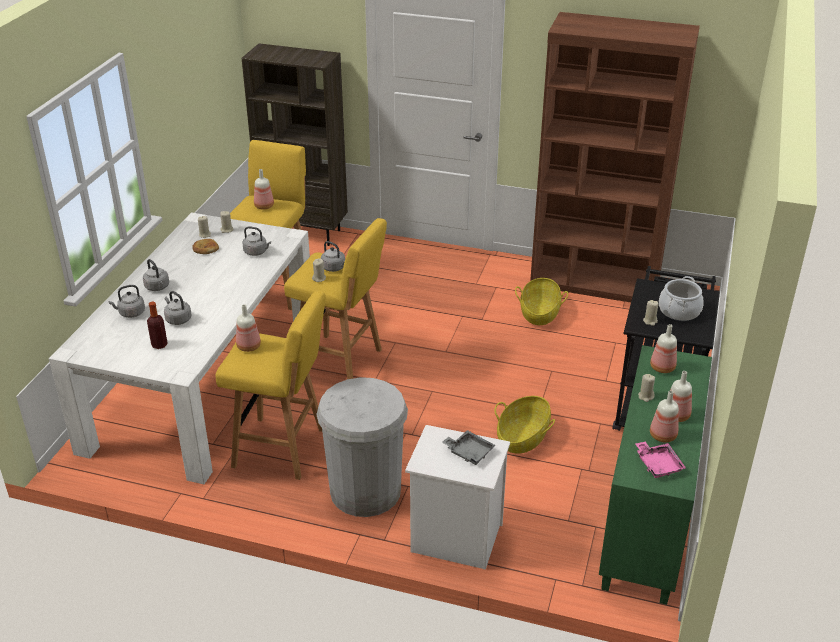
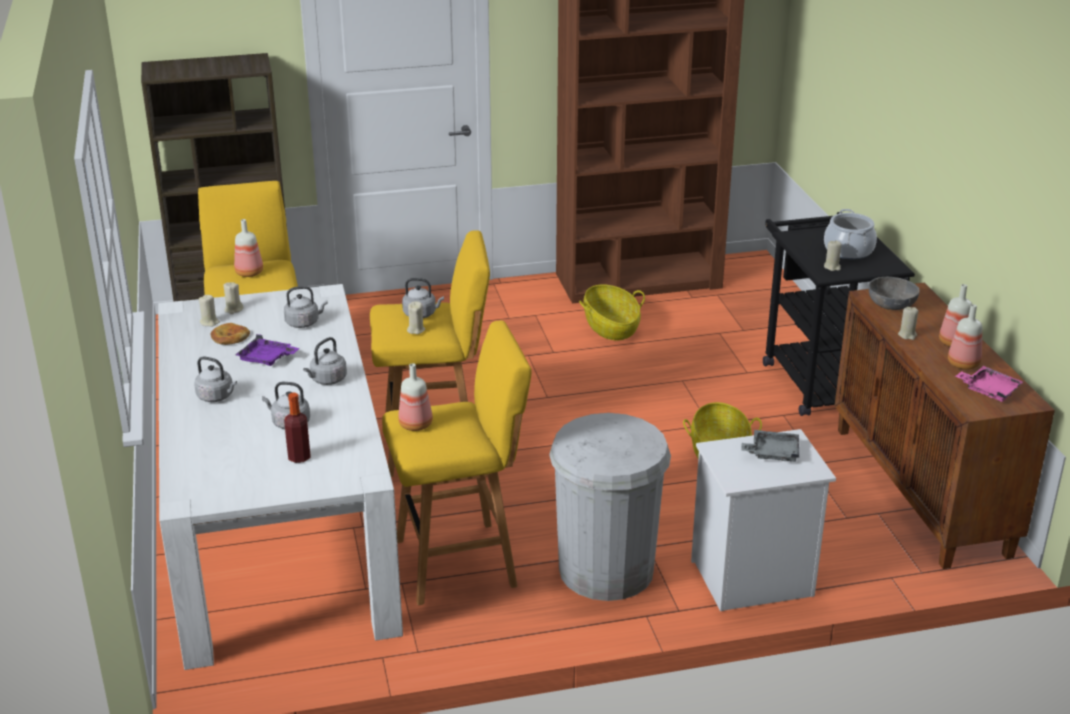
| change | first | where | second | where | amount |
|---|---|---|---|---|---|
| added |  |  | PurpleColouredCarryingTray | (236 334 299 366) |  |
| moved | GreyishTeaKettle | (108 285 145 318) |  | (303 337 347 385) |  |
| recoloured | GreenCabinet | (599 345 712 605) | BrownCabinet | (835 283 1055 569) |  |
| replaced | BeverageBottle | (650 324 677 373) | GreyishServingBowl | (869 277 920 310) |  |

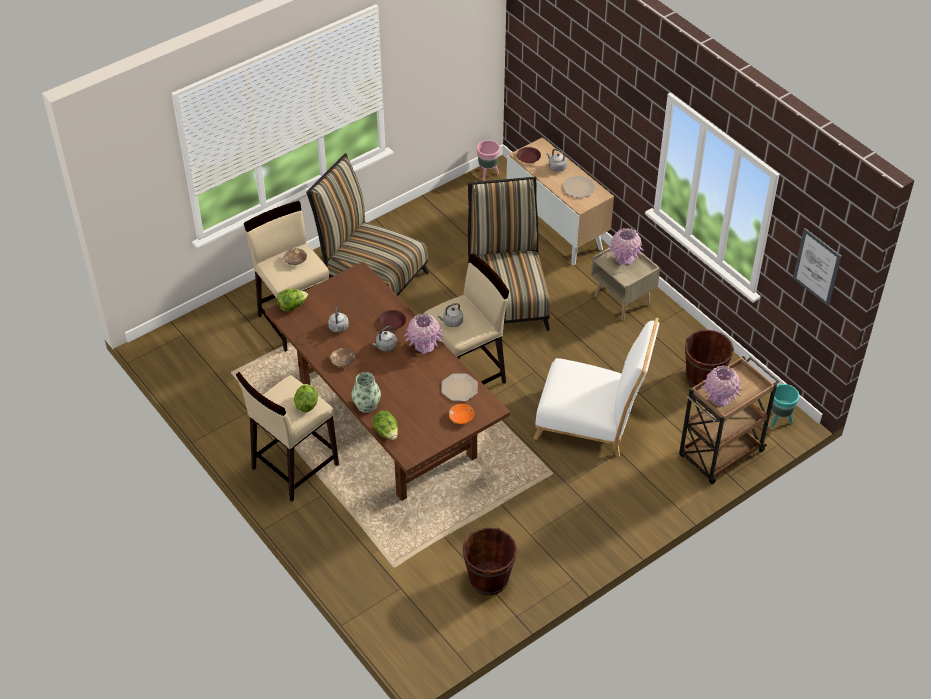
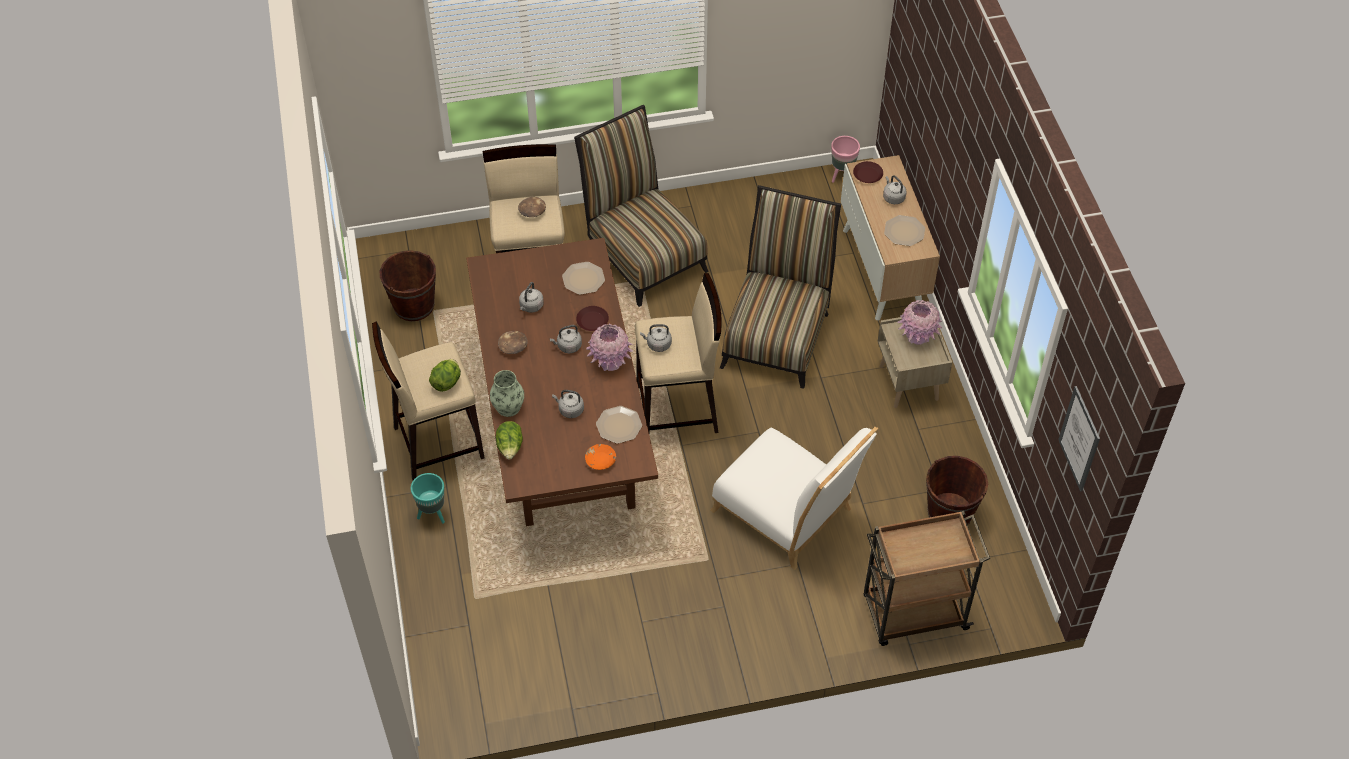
| change | first | where | second | where | amount |
|---|---|---|---|---|---|
| moved | BrownWaterBucket | (462 528 517 595) |  | (380 250 436 321) |  |
| moved | BlueGreenFlowerPot | (771 384 799 428) |  | (411 473 445 524) |  |
| added |  |  | GreyishTeaKettle | (552 390 584 418) |  |
| added |  |  | Plate | (562 262 605 295) |  |
| removed | Lettuce | (277 289 308 311) |  |  |  |
| removed | PinkVase | (701 365 742 407) |  |  |  |

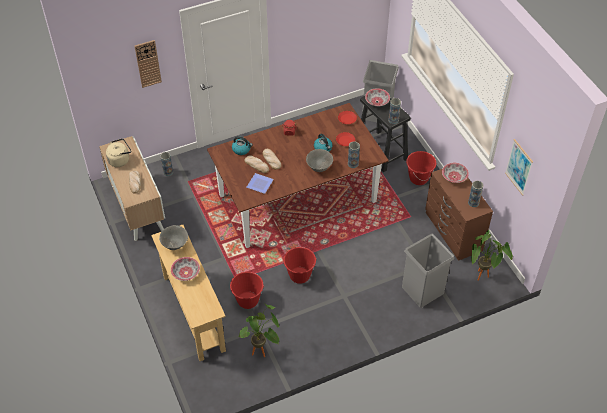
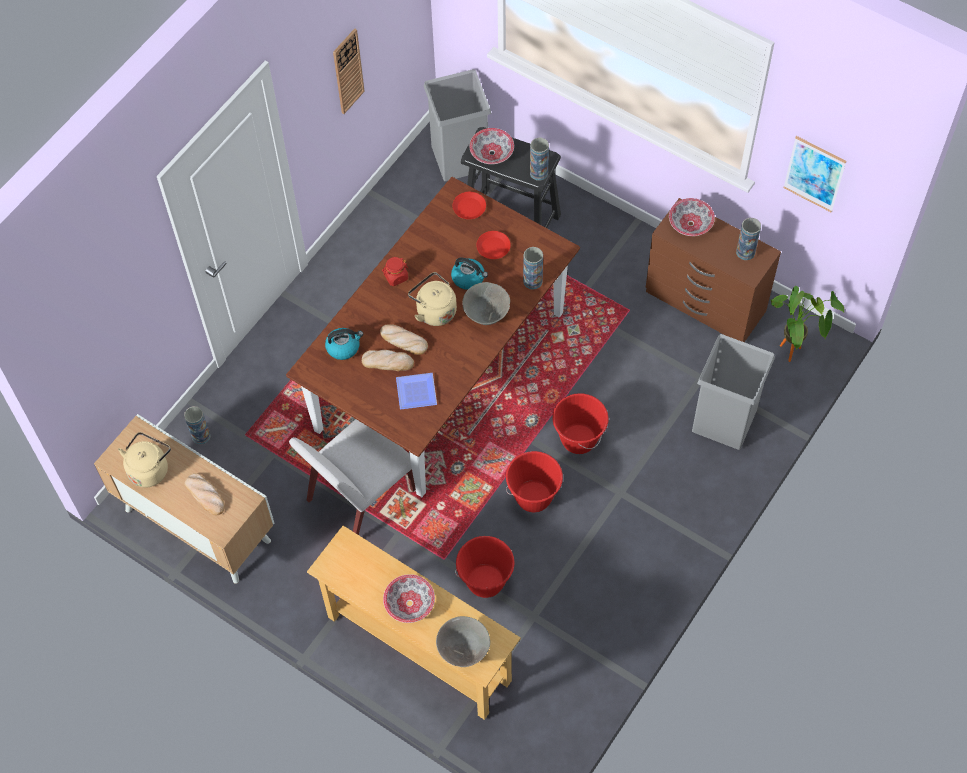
| change | first | where | second | where | amount |
|---|---|---|---|---|---|
| added |  |  | WhiteColouredChair | (289 419 416 535) |  |
| moved | ClockOnTheWall | (135 40 162 88) |  | (333 28 365 114) |  |
| added |  |  | SandColouredTeaKettle | (408 272 457 326) |  |
| moved | GreyishServingBowl | (159 225 188 250) |  | (436 616 490 667) |  |
| moved | ReddishWaterBucket | (406 151 436 185) |  | (552 393 609 454) |  |
| removed | PlantInAPot | (239 303 279 357) |  |  |  |

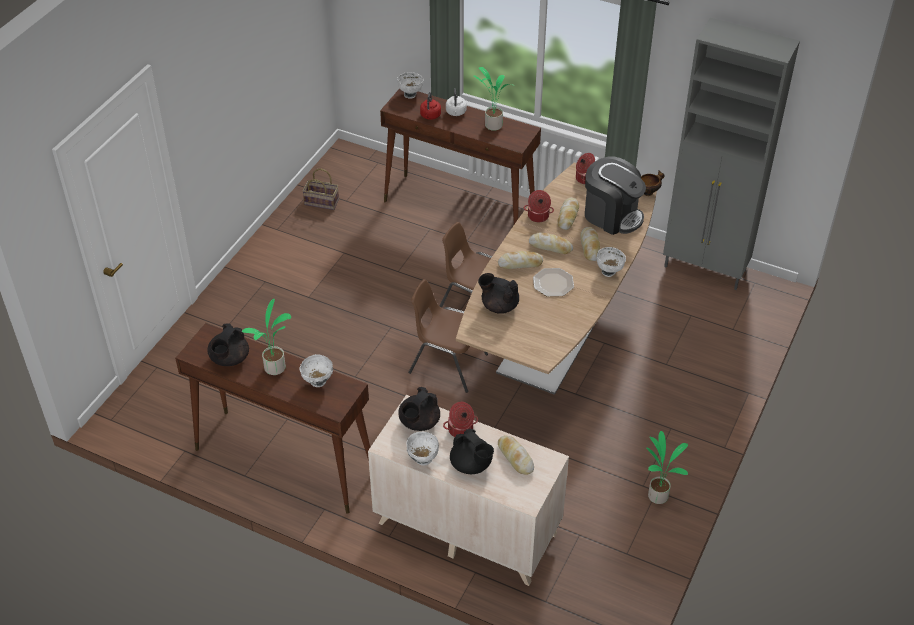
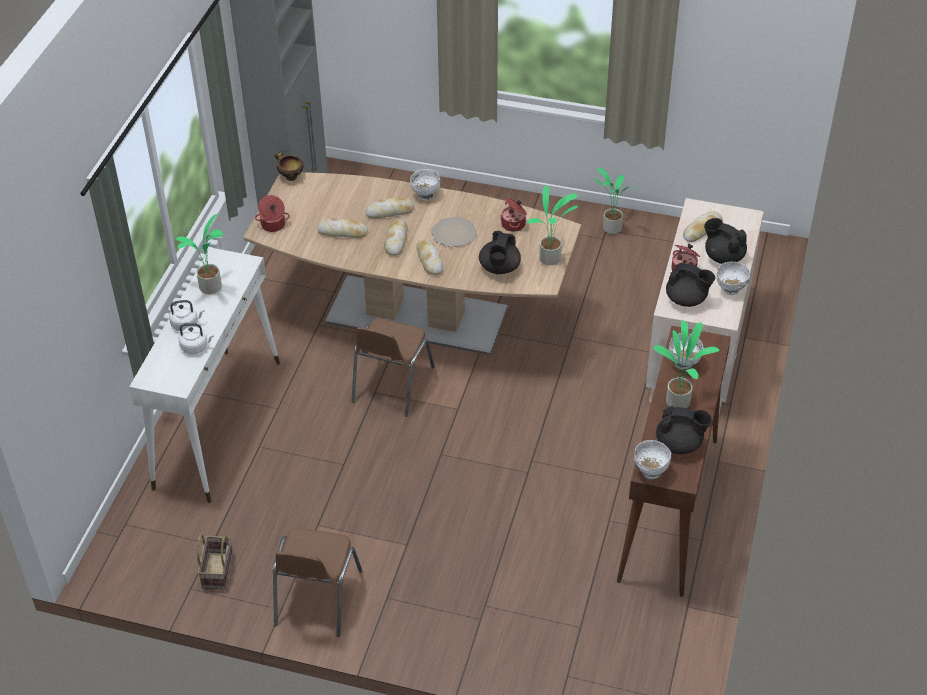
| change | first | where | second | where | amount |
|---|---|---|---|---|---|
| recoloured | BrownHallTable | (380 88 541 224) | WhiteColouredHallTable | (129 248 280 503) |  |
| recoloured | ReddishTeaKettle | (420 92 441 120) | WhiteColouredTeaKettle | (178 323 214 354) |  |
| moved | BrownChair | (409 279 488 393) |  | (273 528 362 637) |  |
| moved | Stockpot | (524 190 554 222) |  | (500 197 527 232) |  |
| added |  |  | PlantInAPot | (527 185 578 265) |  |
| moved | WhiteColouredServingBowl | (397 72 424 99) |  | (634 440 671 479) |  |
| turned | BlackishTeaPot | (450 429 494 474) |  | (704 218 747 264) | 90 degrees counterclockwise |
| removed | CoffeeBrewer | (585 156 646 235) |  |  |  |

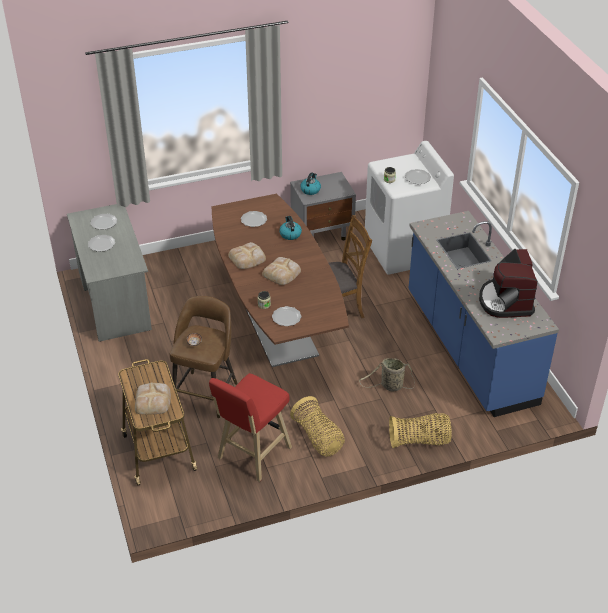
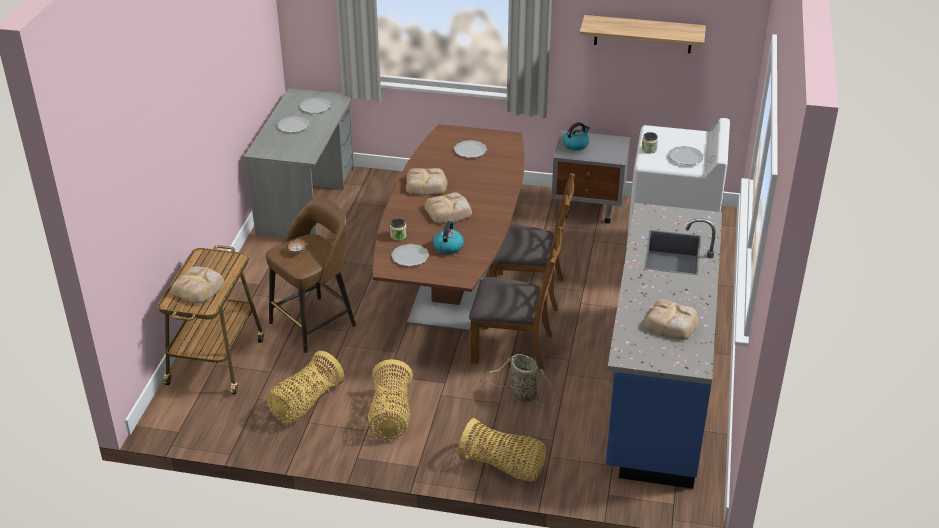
| change | first | where | second | where | amount |
|---|---|---|---|---|---|
| replaced | ReddishStool | (209 373 292 482) | StorageBasket | (267 351 345 423) |  |
| moved | TeaKettle | (279 216 302 240) |  | (433 221 464 254) |  |
| added |  |  | BrownChair | (469 226 563 370) |  |
| added |  |  | BracketShelf | (579 15 706 53) |  |
| replaced | CoffeeBrewer | (479 249 538 318) | Bread | (644 299 698 340) |  |

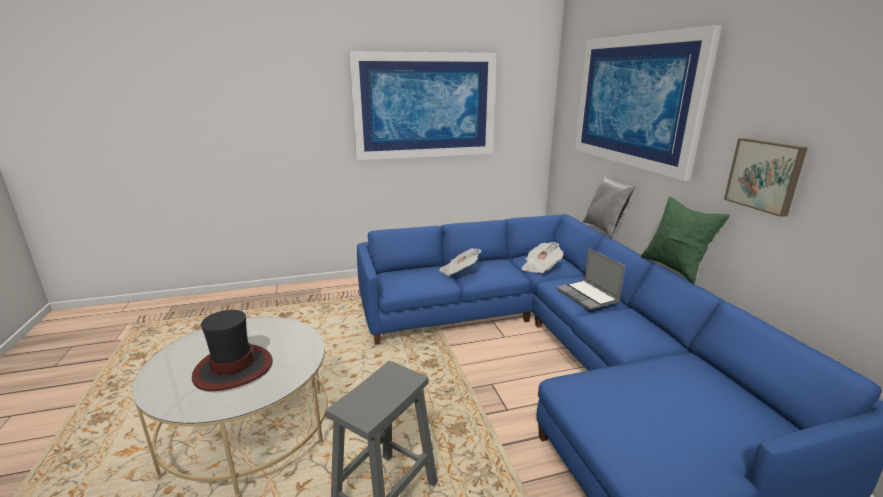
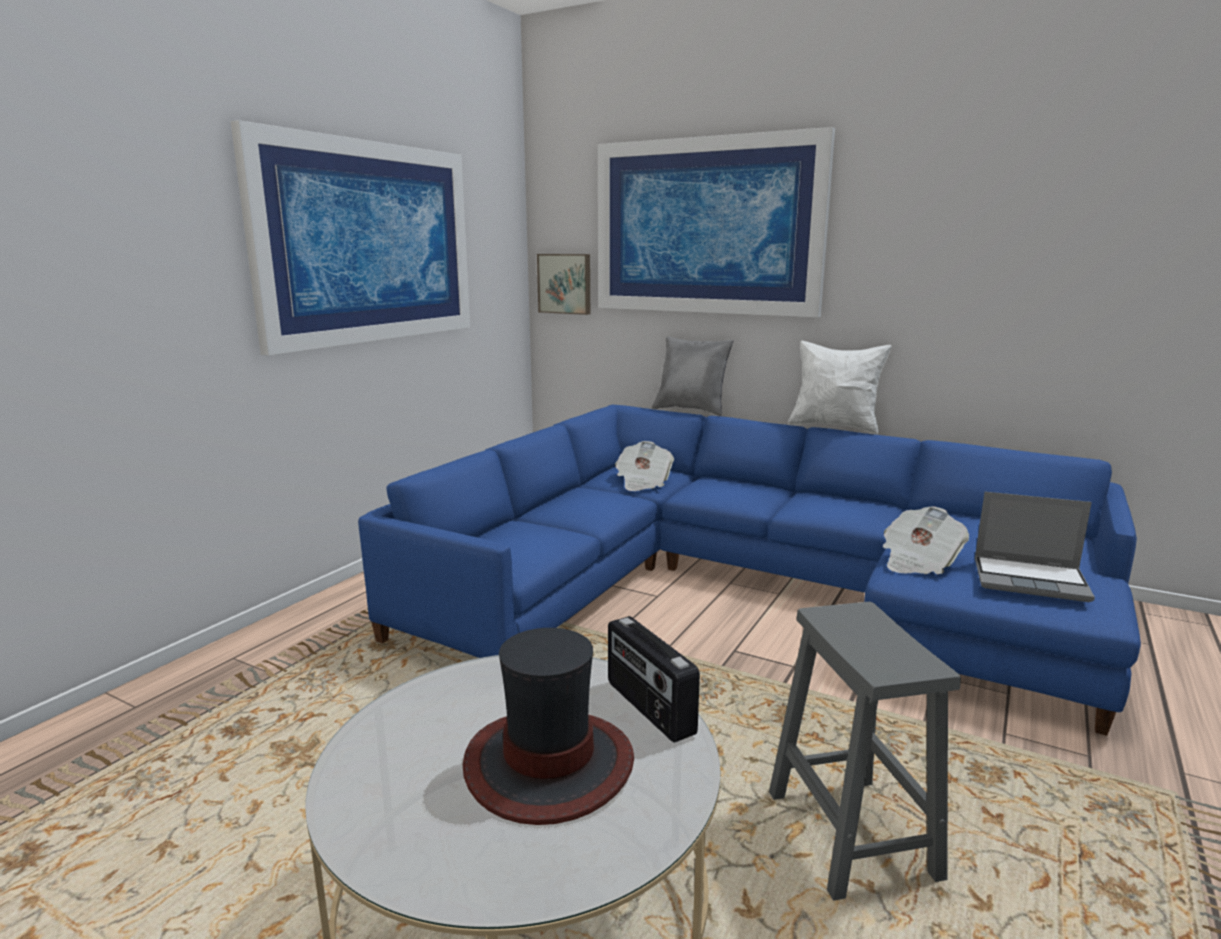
| change | first | where | second | where | amount |
|---|---|---|---|---|---|
| moved | WallArt | (724 138 808 217) |  | (537 254 590 315) |  |
| added |  |  | RadioReceiver | (608 616 700 743) |  |
| recoloured | GreenCushion | (641 197 730 284) | WhiteColouredCushion | (788 341 892 434) |  |
| moved | DailyPaper | (439 248 481 276) |  | (883 506 969 574) |  |
| moved | PortableComputer | (557 248 626 310) |  | (975 491 1095 602) |  |

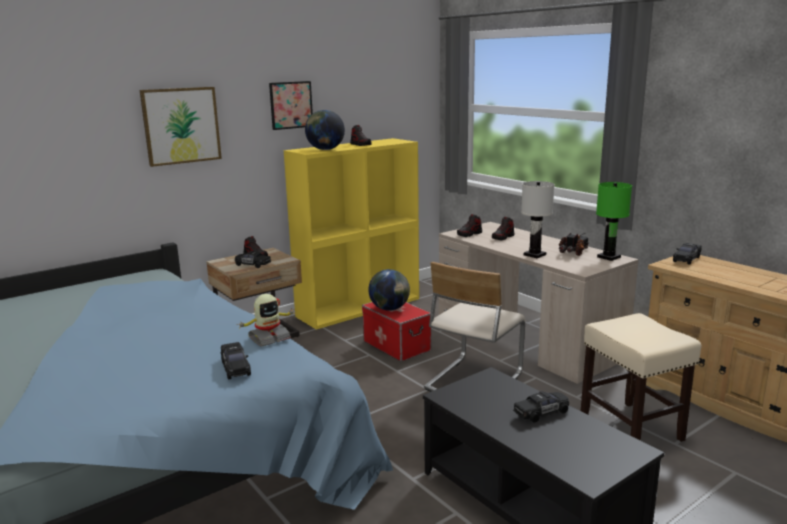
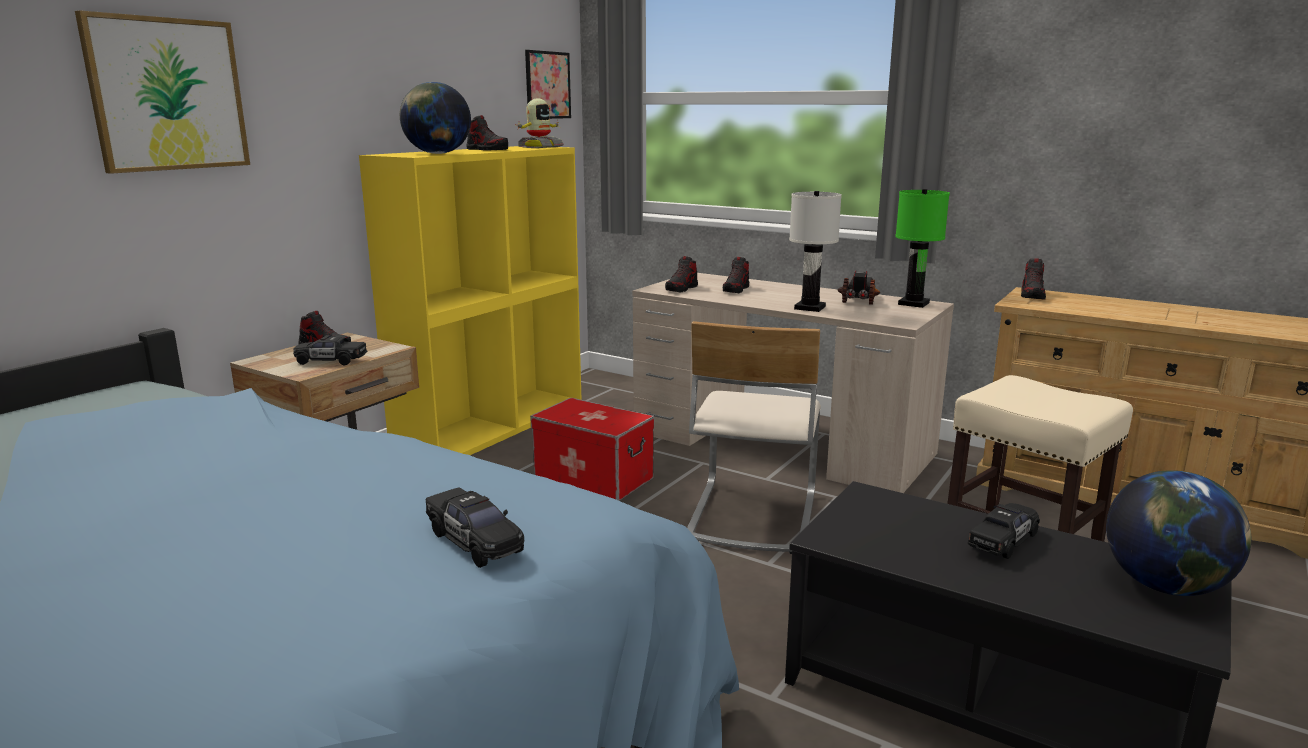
| change | first | where | second | where | amount |
|---|---|---|---|---|---|
| moved | RobotFigure | (239 294 294 347) |  | (515 98 564 148) |  |
| moved | WallArt | (269 81 313 130) |  | (525 50 571 119) |  |
| replaced | BlackishMiniatureCar | (673 243 702 265) | LowShoe | (1021 258 1046 299) |  |
| moved | WorldGlobe | (368 269 410 311) |  | (1106 470 1251 596) |  |

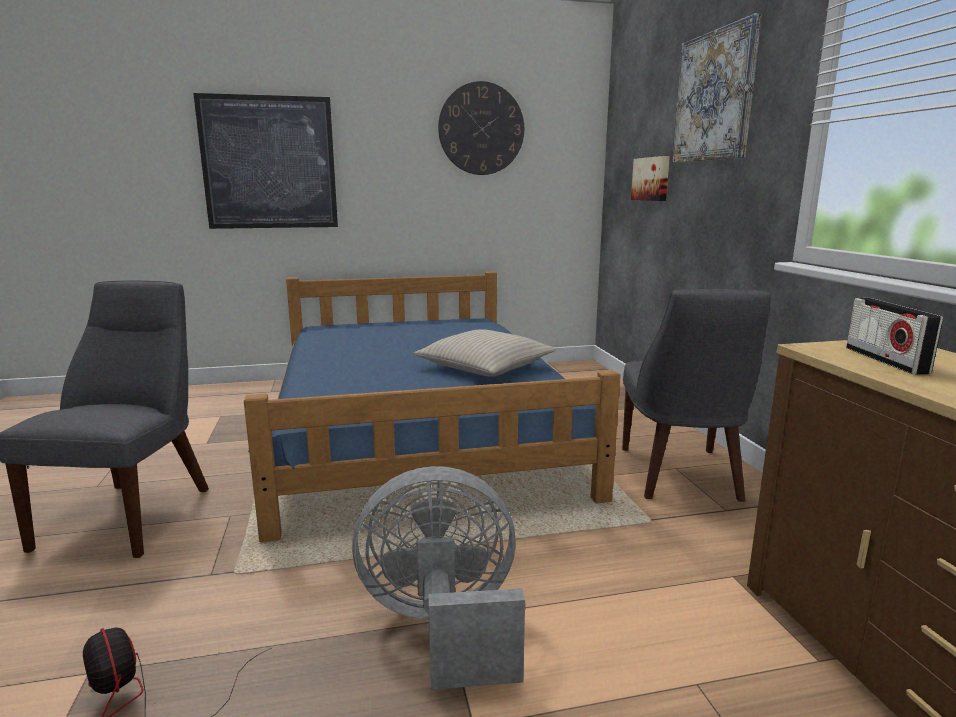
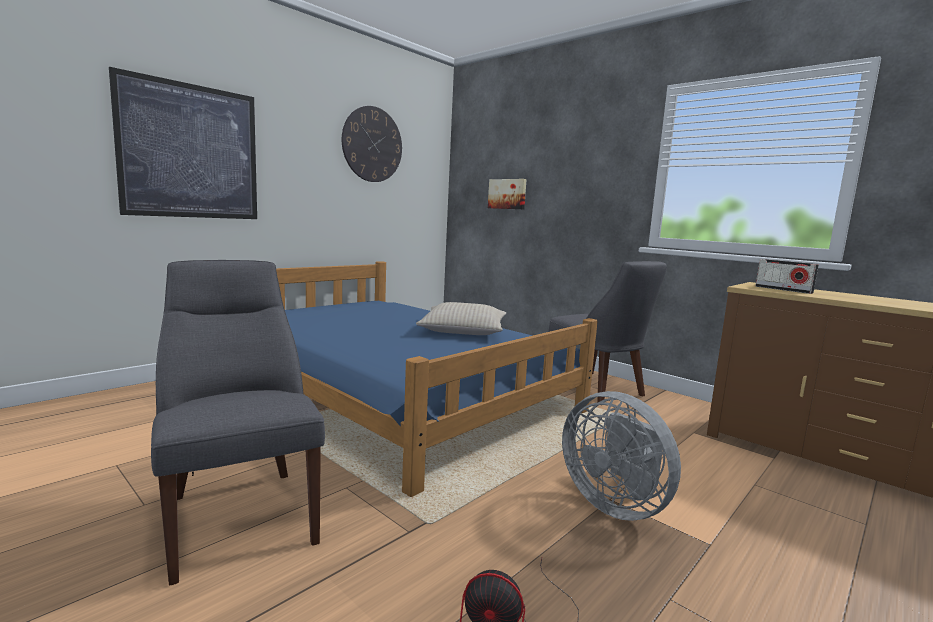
| change | first | where | second | where | amount |
|---|---|---|---|---|---|
| turned | GreyishFan | (352 466 525 690) |  | (562 391 681 521) | 90 degrees counterclockwise |
| removed | WallArt | (672 13 762 163) |  |  |  |

